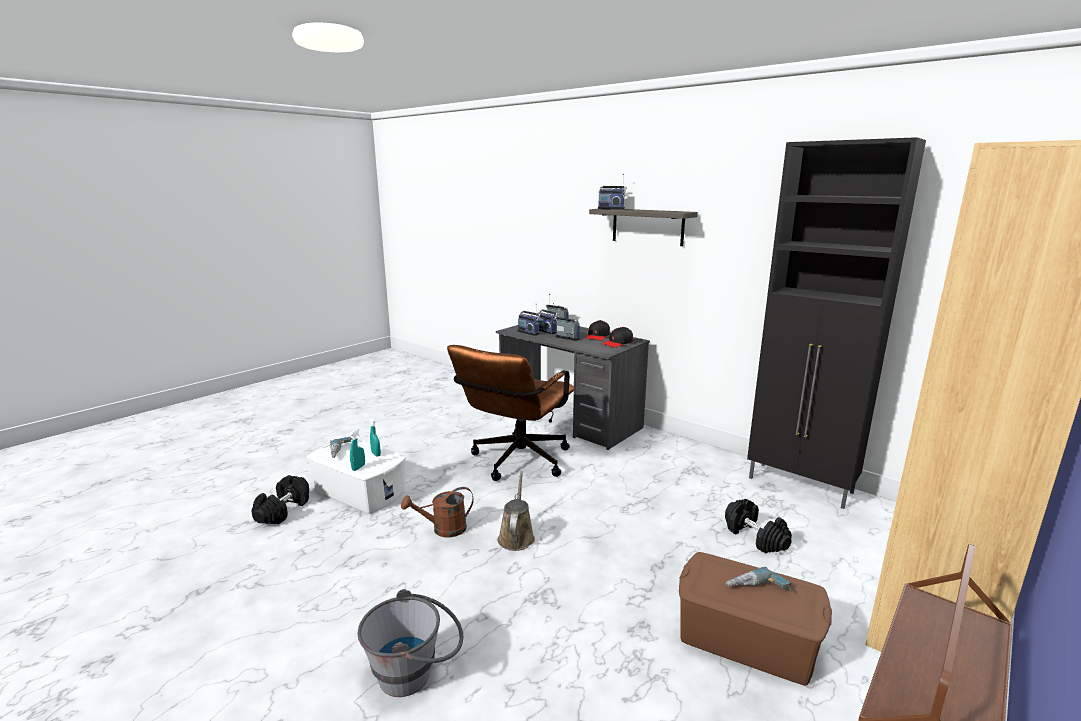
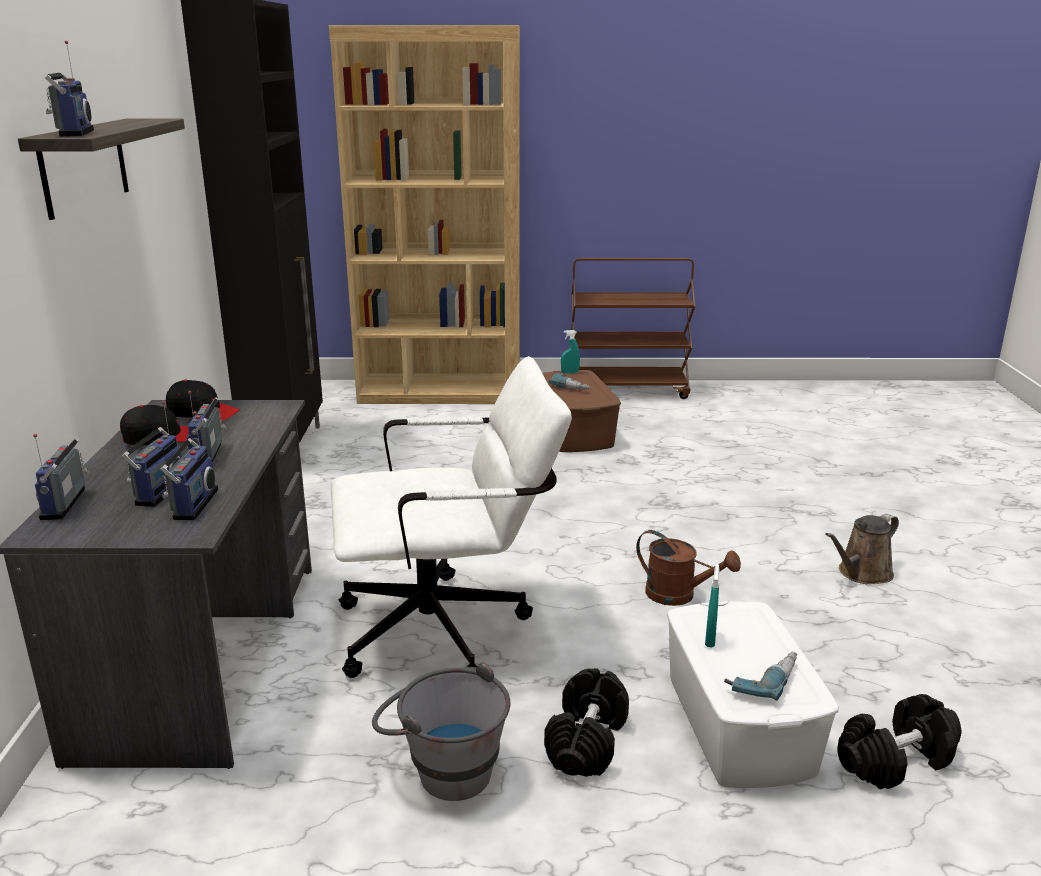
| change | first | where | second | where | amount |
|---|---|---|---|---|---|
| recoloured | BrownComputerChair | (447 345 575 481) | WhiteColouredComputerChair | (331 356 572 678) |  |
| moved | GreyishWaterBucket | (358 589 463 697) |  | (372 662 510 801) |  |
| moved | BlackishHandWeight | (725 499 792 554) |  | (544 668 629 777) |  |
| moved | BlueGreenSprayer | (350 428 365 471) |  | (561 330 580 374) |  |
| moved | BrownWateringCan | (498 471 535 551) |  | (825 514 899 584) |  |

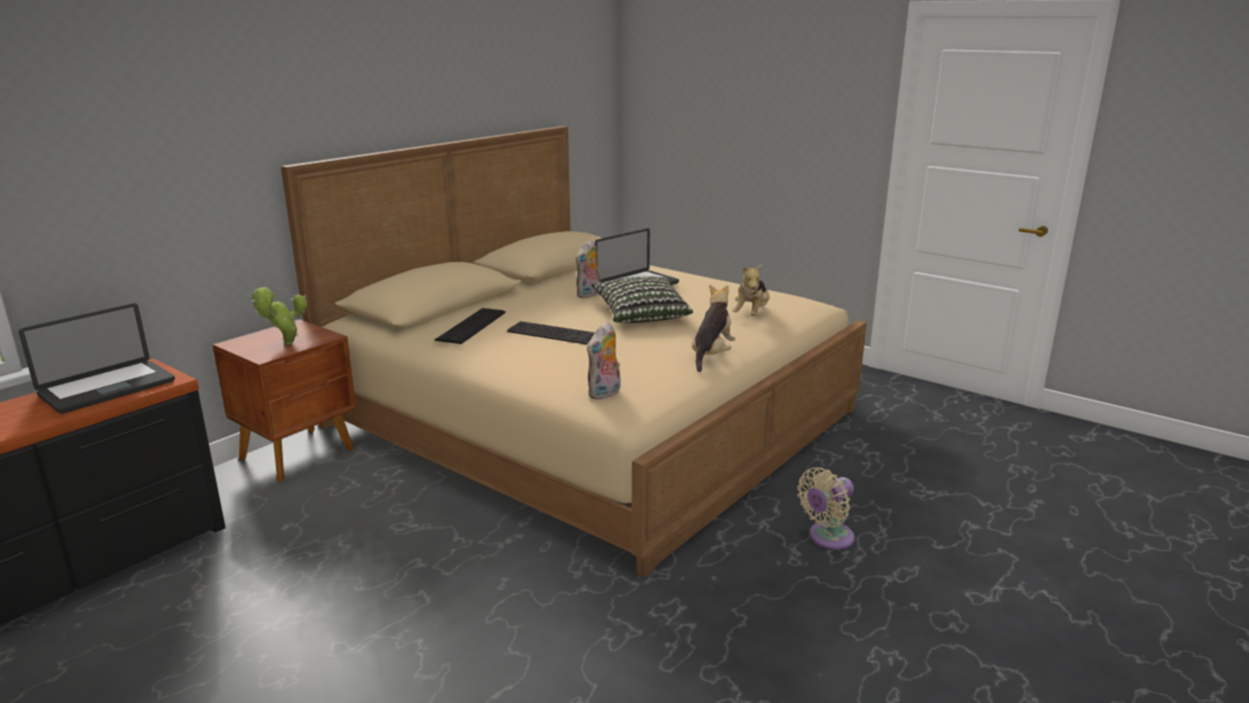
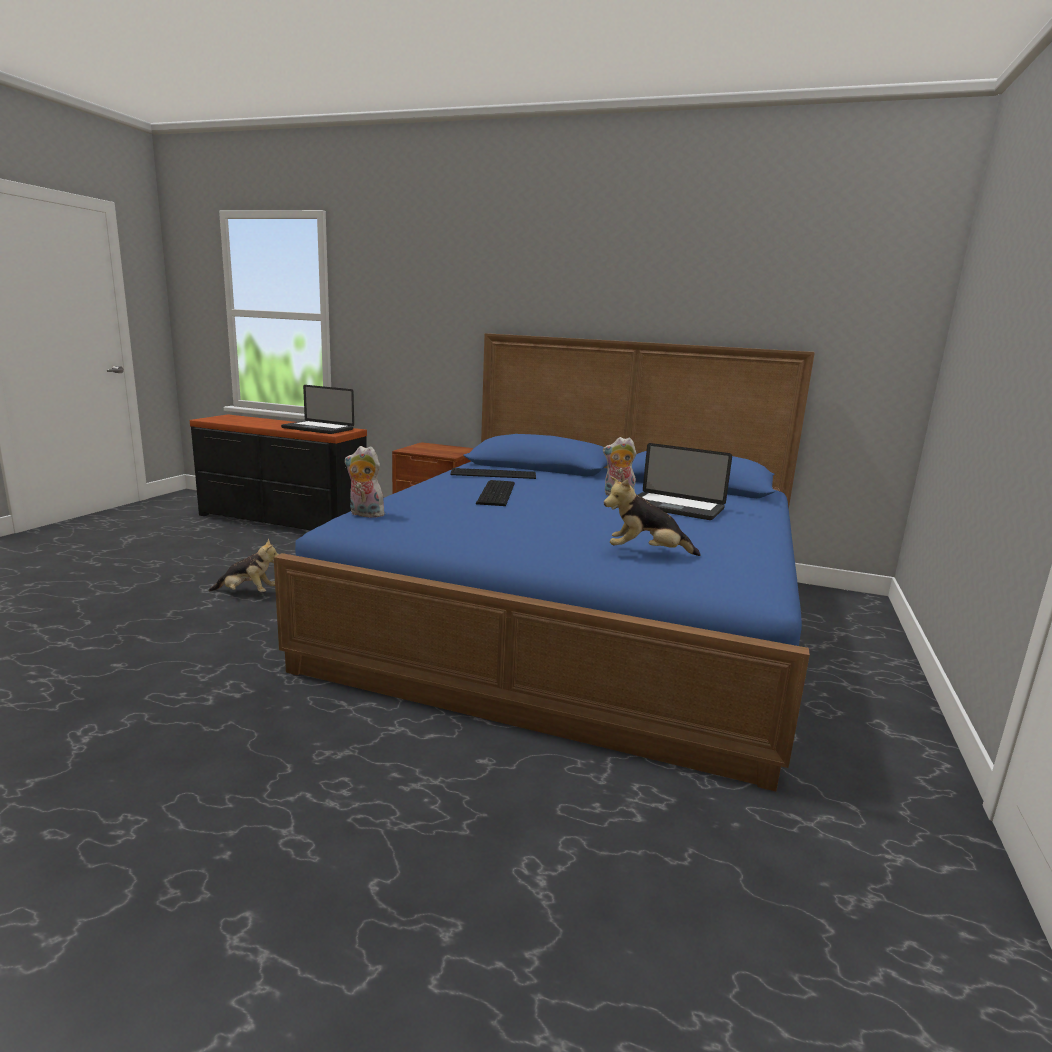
| change | first | where | second | where | amount |
|---|---|---|---|---|---|
| moved | CuddlyToy | (692 284 736 372) |  | (209 539 279 592) |  |
| recoloured | SandColouredBed | (281 126 867 578) | BlueBed | (273 333 815 791) |  |
| removed | PlantInAPot | (252 287 307 345) |  |  |  |
| removed | Cushion | (591 276 693 323) |  |  |  |
| removed | SandColouredFan | (797 467 855 549) |  |  |  |

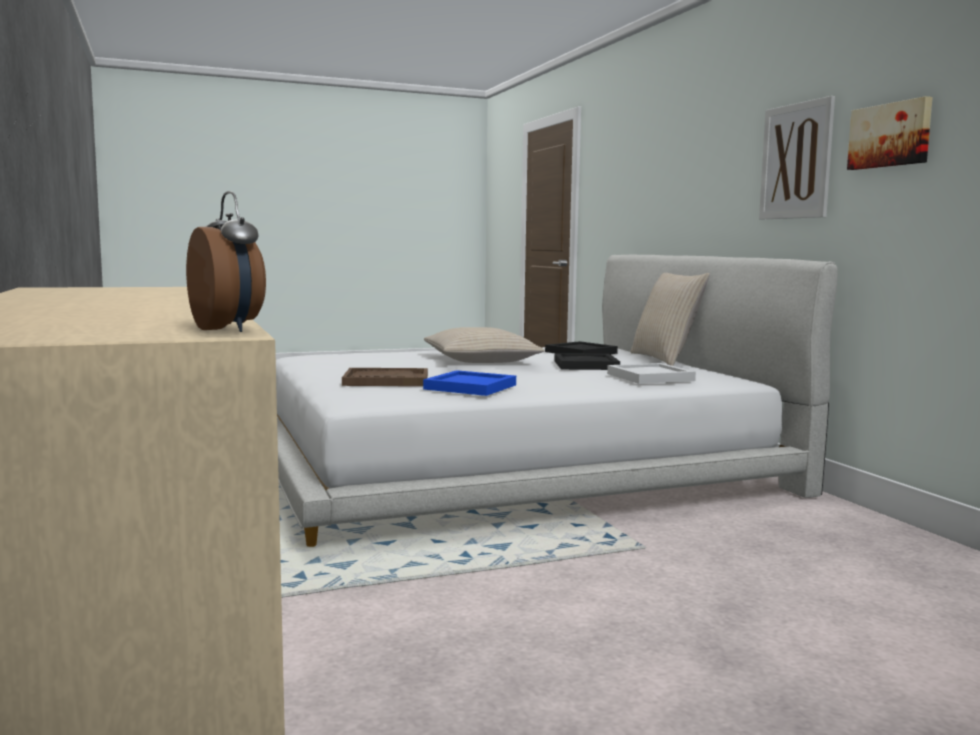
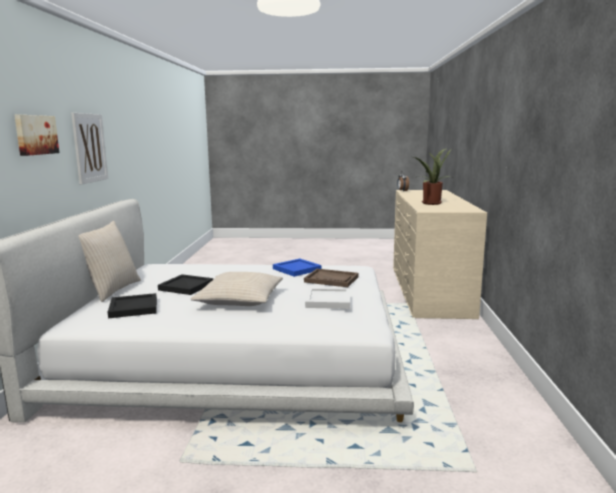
| change | first | where | second | where | amount |
|---|---|---|---|---|---|
| moved | WallArt | (847 96 933 170) |  | (14 115 59 156) |  |
| moved | WhiteColouredCarryingTray | (607 363 696 384) |  | (305 288 350 309) |  |
| added |  |  | PlantInAPot | (414 149 451 205) |  |

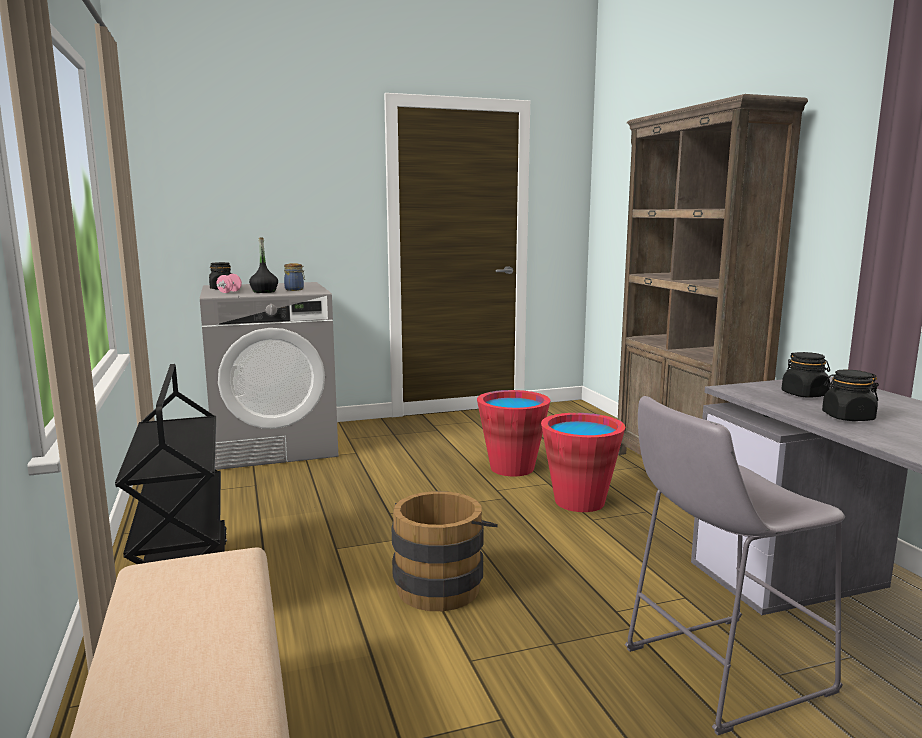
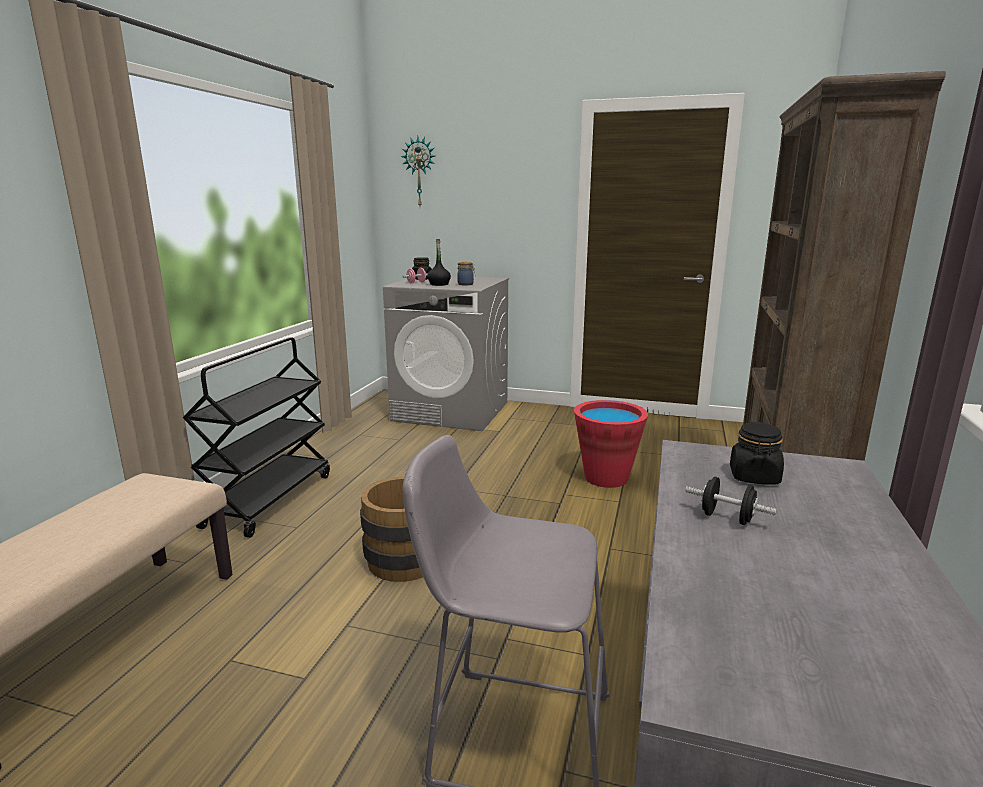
| change | first | where | second | where | amount |
|---|---|---|---|---|---|
| added |  |  | ClockOnTheWall | (401 136 435 206) |  |
| replaced | BlackishStorageJar | (822 370 879 421) | BlackishHandWeight | (685 477 777 525) |  |
| removed | ReddishWaterBucket | (541 413 626 512) |  |  |  |

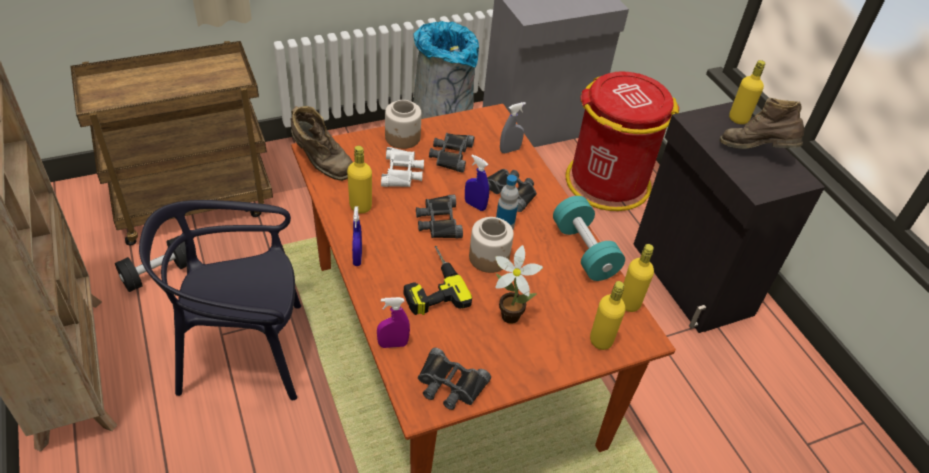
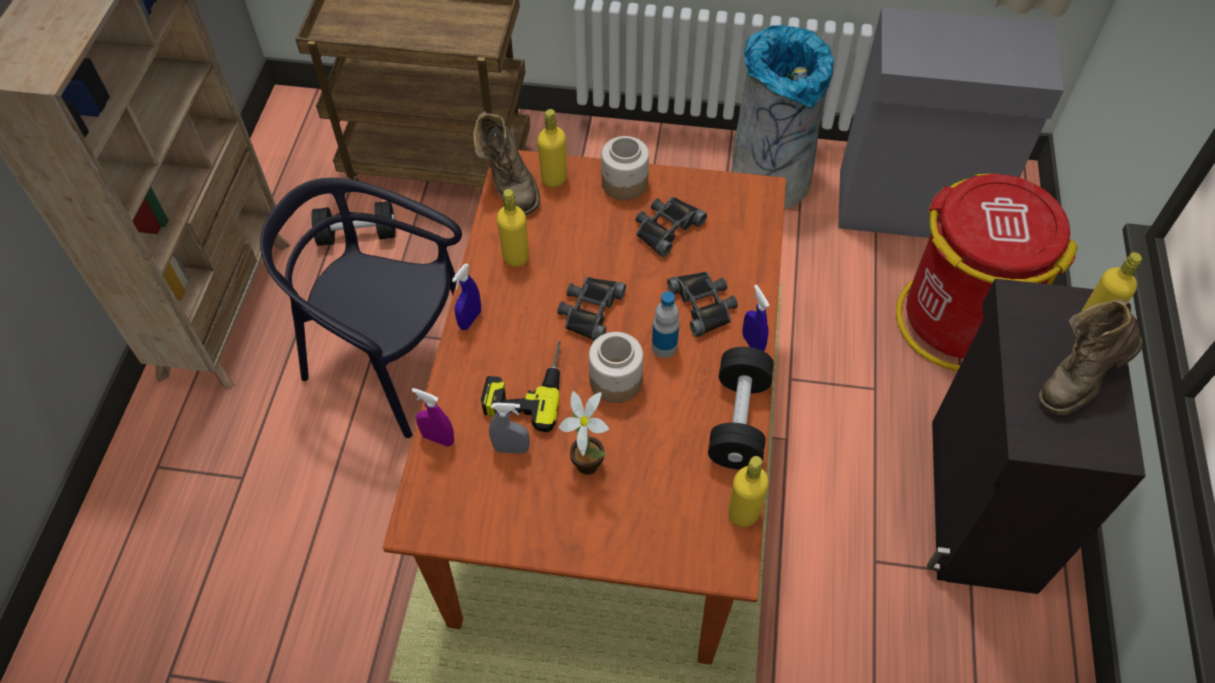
| change | first | where | second | where | amount |
|---|---|---|---|---|---|
| moved | GreyishSprayer | (500 102 526 153) |  | (489 403 530 454) |  |
| moved | YellowBeverageBottle | (590 281 625 350) |  | (537 109 567 187) |  |
| recoloured | BlueGreenHandWeight | (553 196 625 281) | BlackishHandWeight | (708 347 774 470) |  |
| moved | BlueSprayer | (465 154 489 211) |  | (743 285 770 351) |  |
| turned | BrownHighTopBoot | (720 98 805 149) |  | (1038 299 1142 415) | 90 degrees counterclockwise |
| removed | WhiteColouredPairOfBinoculars | (381 147 424 187) |  |  |  |
| removed | BlackishPairOfBinoculars | (418 348 491 410) |  |  |  |

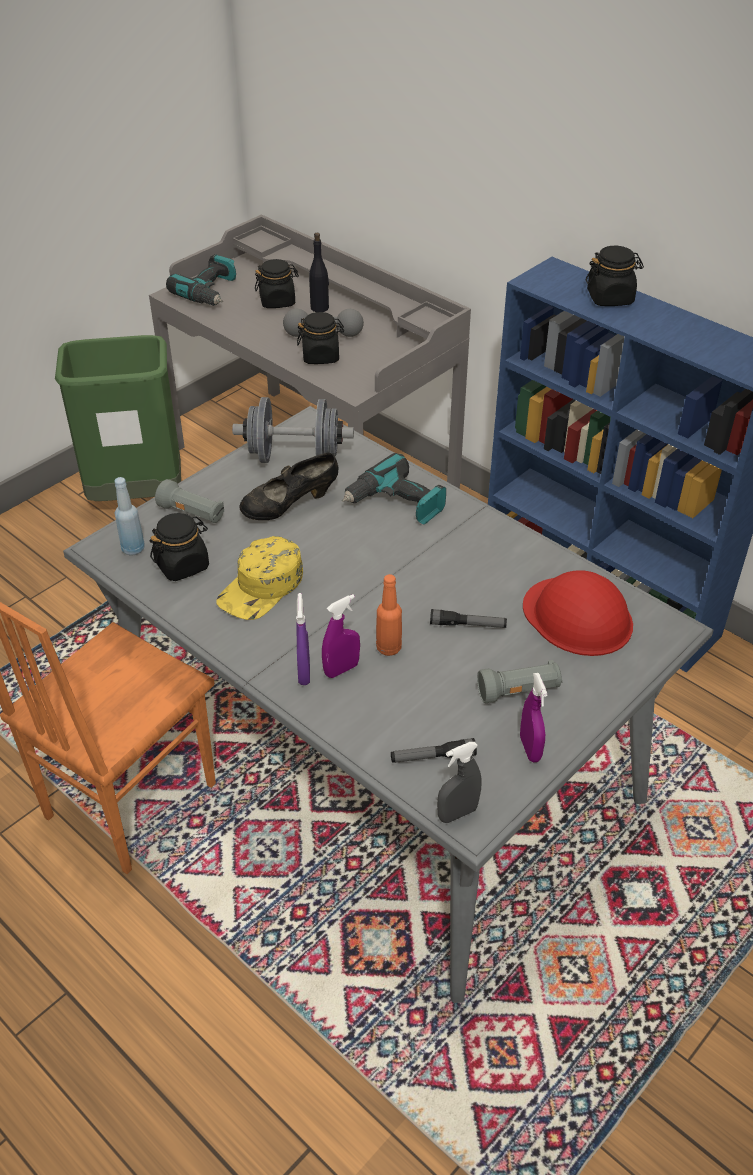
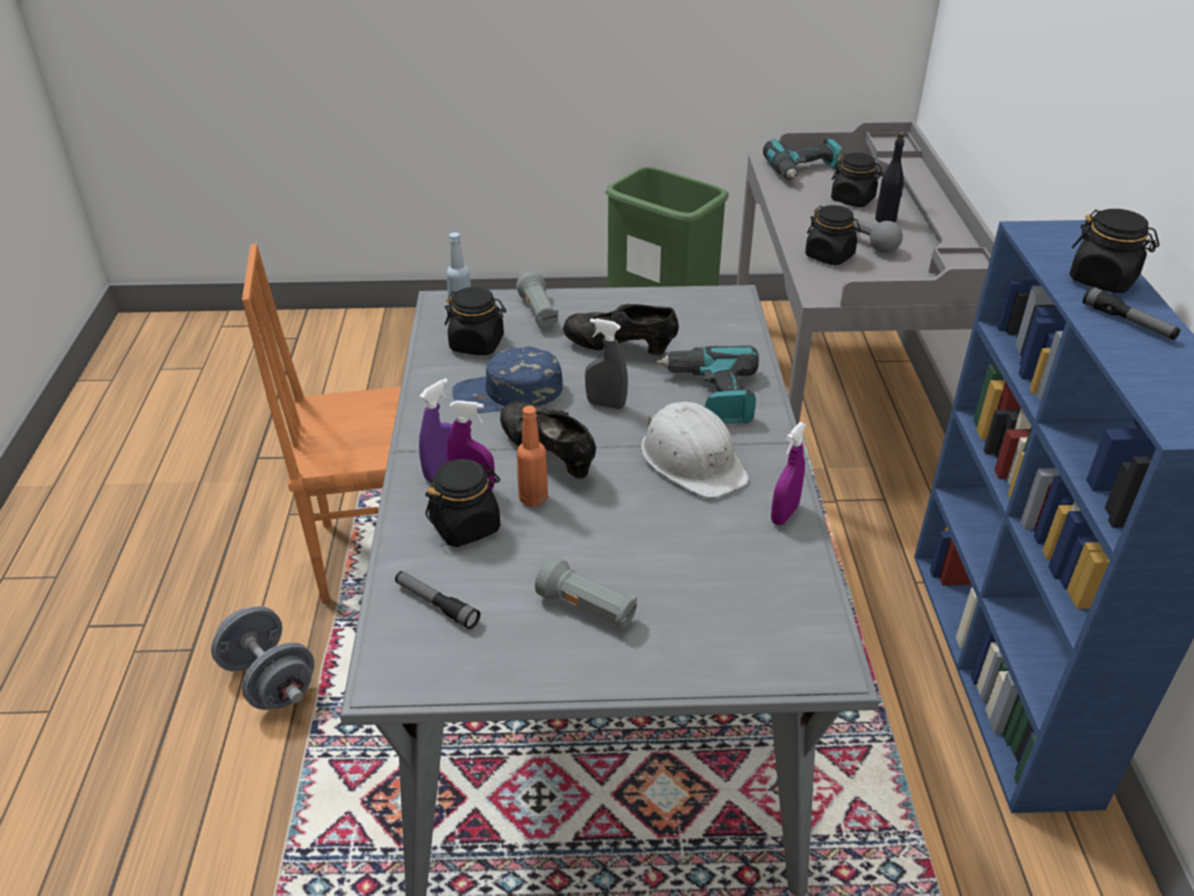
| change | first | where | second | where | amount |
|---|---|---|---|---|---|
| moved | GreyishHandWeight | (232 397 354 463) |  | (211 606 315 710) |  |
| added |  |  | BlackishStorageJar | (425 459 500 547) |  |
| recoloured | YellowPeakedCap | (216 536 303 620) | BluePeakedCap | (452 347 563 413) |  |
| added |  |  | BlackishLowShoe | (500 401 596 479) |  |
| moved | GreyishSprayer | (437 742 482 823) |  | (585 318 628 409) |  |
| added |  |  | WhiteColouredHardHat | (641 402 749 498) |  |
| moved | PurpleColouredSprayer | (520 673 548 762) |  | (771 422 806 525) |  |
| moved | Flashlight | (430 609 507 628) |  | (1083 286 1180 340) |  |
| removed | ReddishHardHat | (523 571 633 656) |  |  |  |

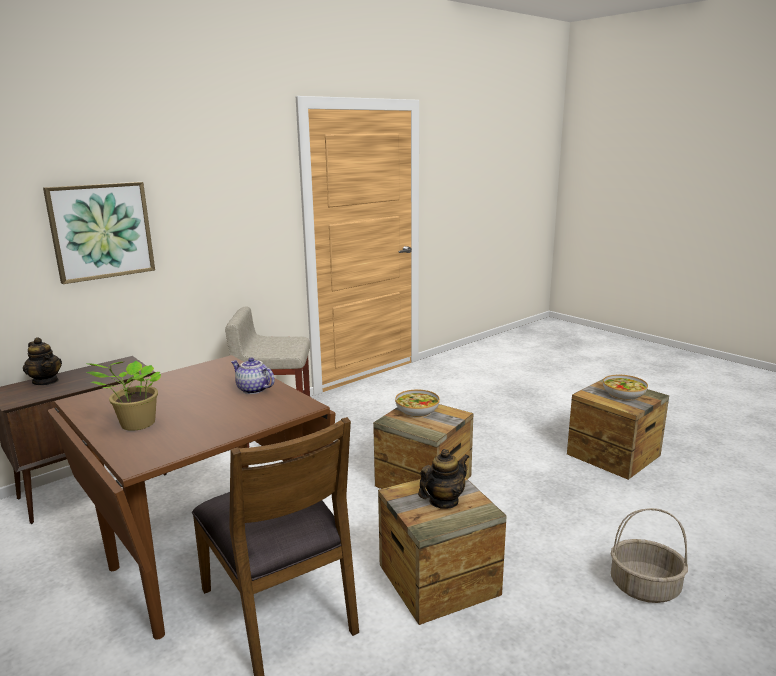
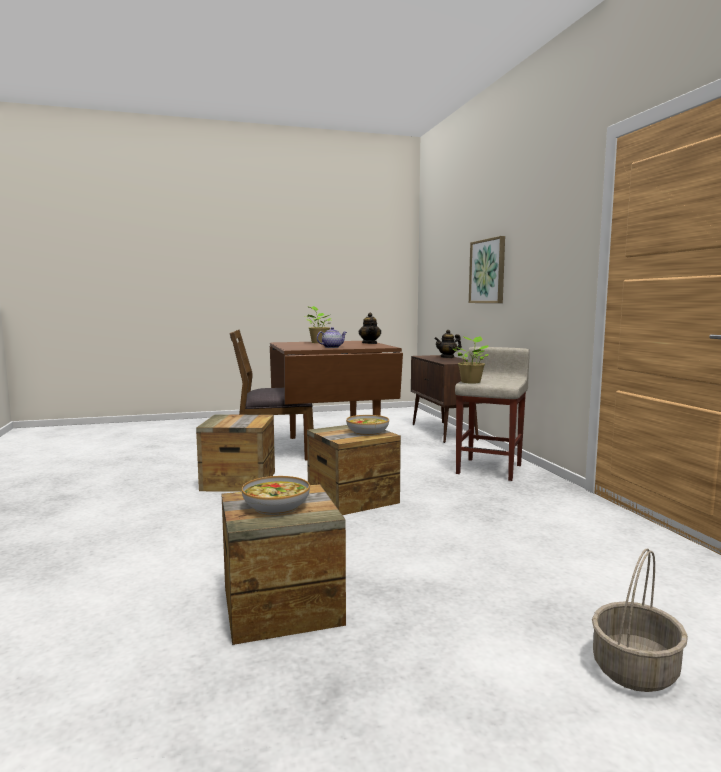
| change | first | where | second | where | amount |
|---|---|---|---|---|---|
| moved | TeaPot | (418 449 469 509) |  | (358 313 381 344) |  |
| added |  |  | PlantInAPot | (452 336 489 384) |  |
| moved | StorageBasket | (611 508 688 603) |  | (592 548 688 692) |  |

